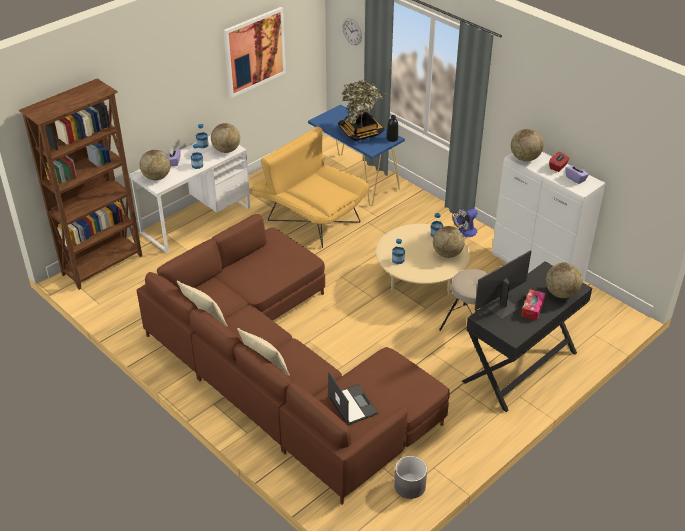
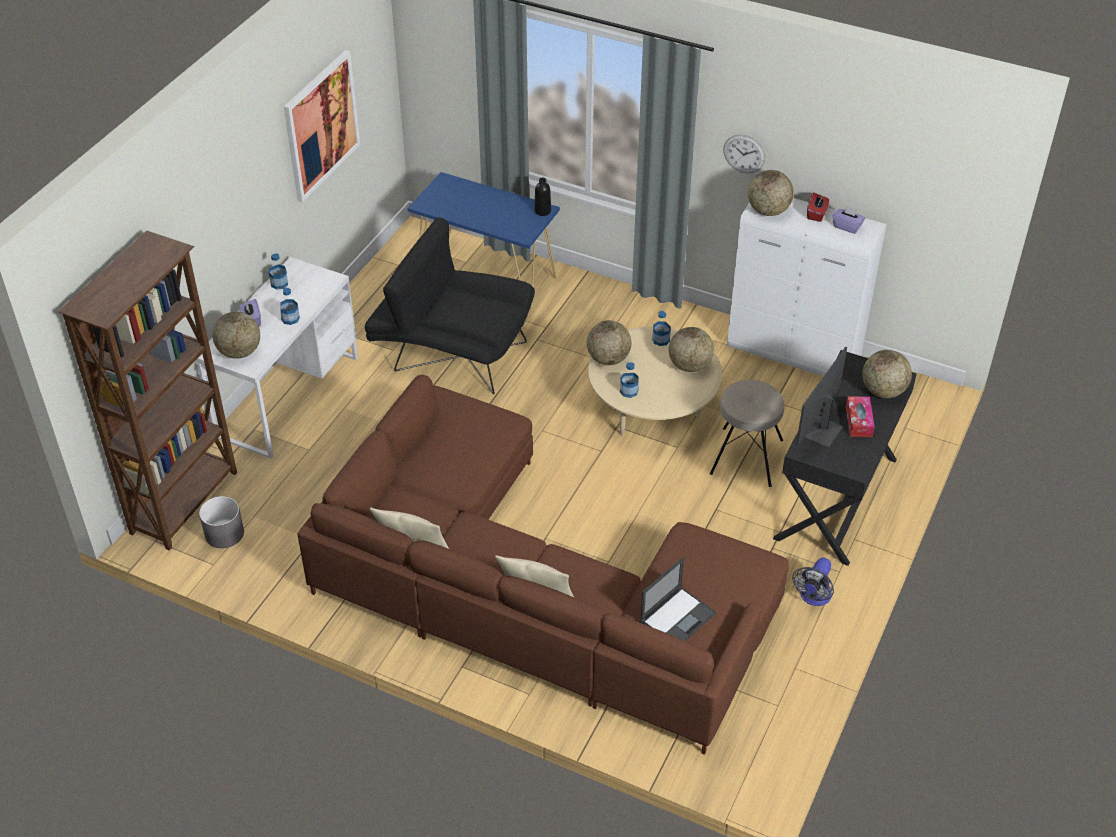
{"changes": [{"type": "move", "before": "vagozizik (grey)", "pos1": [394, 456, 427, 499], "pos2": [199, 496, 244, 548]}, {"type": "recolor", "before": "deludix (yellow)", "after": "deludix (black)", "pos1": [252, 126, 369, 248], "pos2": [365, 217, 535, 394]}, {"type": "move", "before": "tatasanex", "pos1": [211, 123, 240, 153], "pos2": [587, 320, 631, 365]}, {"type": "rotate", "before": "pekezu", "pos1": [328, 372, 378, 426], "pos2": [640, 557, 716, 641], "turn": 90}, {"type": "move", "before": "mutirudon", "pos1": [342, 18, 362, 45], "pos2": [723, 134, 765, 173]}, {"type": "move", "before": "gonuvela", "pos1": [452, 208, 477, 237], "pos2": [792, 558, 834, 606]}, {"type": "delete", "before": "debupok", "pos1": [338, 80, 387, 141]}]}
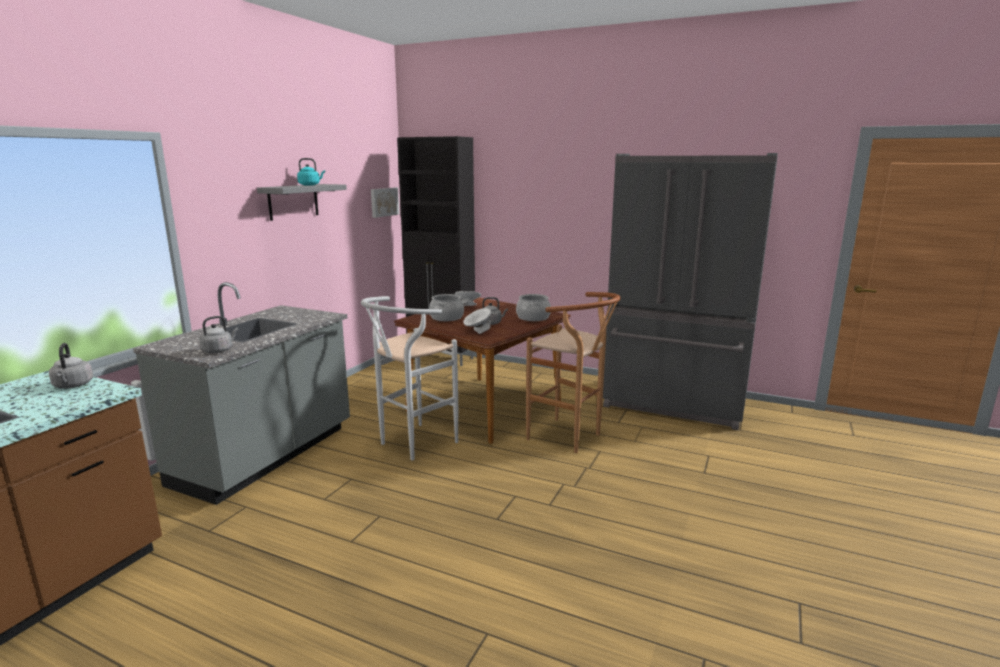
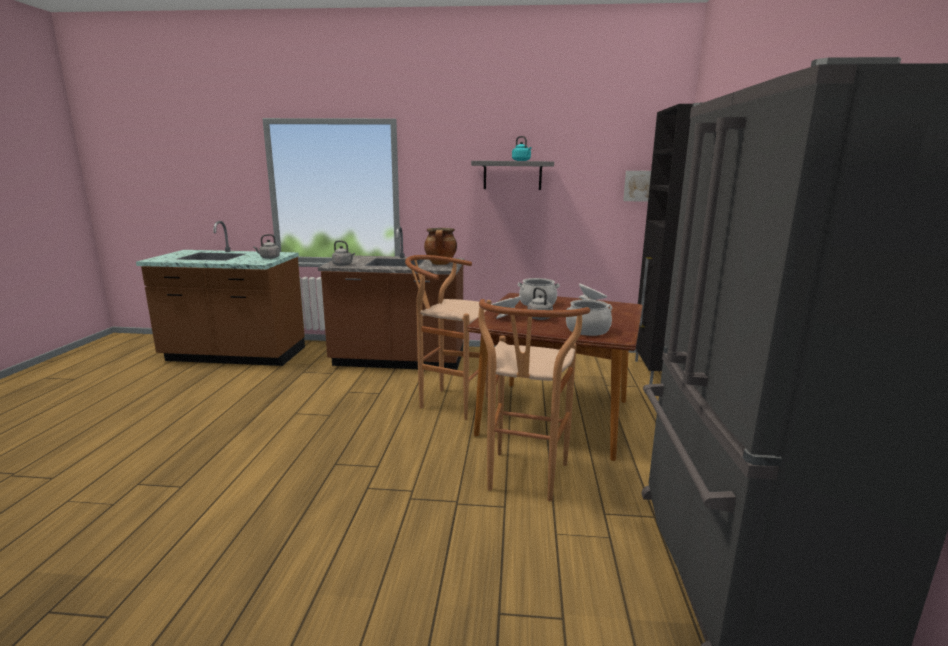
{"changes": [{"type": "recolor", "before": "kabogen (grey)", "after": "kabogen (brown)", "pos1": [133, 282, 350, 505], "pos2": [318, 226, 465, 370]}, {"type": "recolor", "before": "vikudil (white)", "after": "vikudil (brown)", "pos1": [361, 296, 458, 461], "pos2": [405, 255, 492, 420]}, {"type": "insert", "after": "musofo", "pos2": [424, 228, 457, 265]}]}
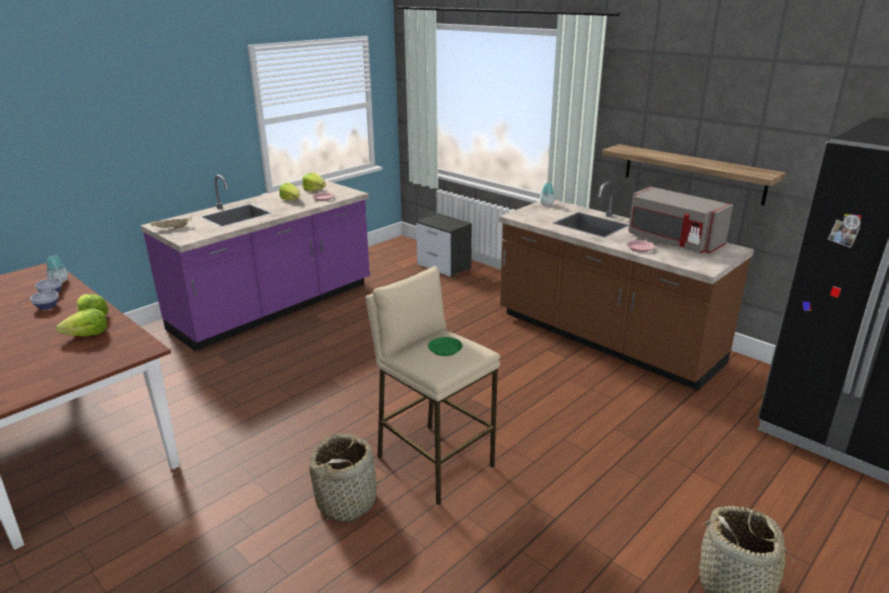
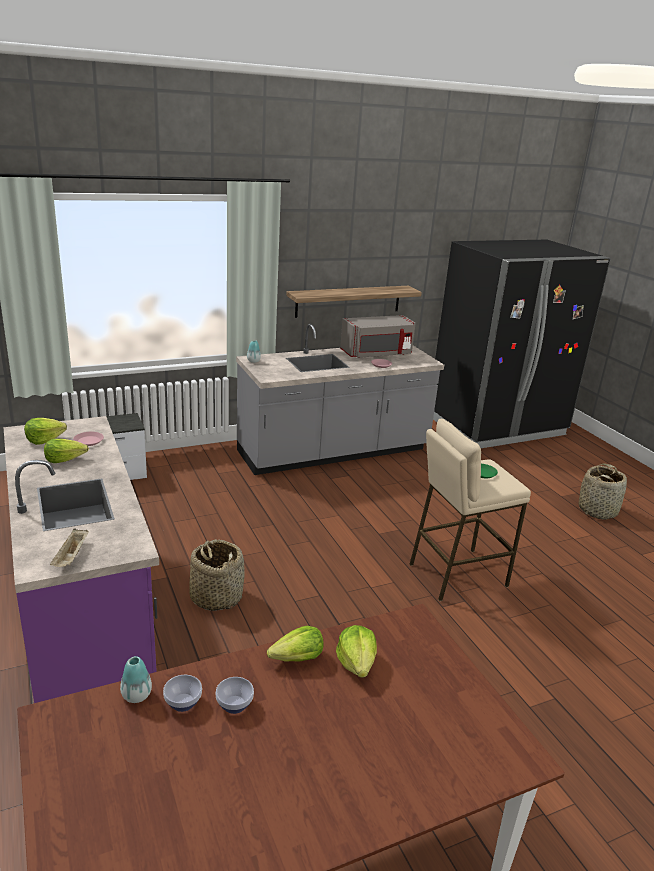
{"changes": [{"type": "move", "before": "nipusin", "pos1": [309, 433, 377, 522], "pos2": [189, 539, 245, 611]}, {"type": "recolor", "before": "kabogen (brown)", "after": "kabogen (grey)", "pos1": [499, 181, 754, 391], "pos2": [236, 324, 444, 475]}]}
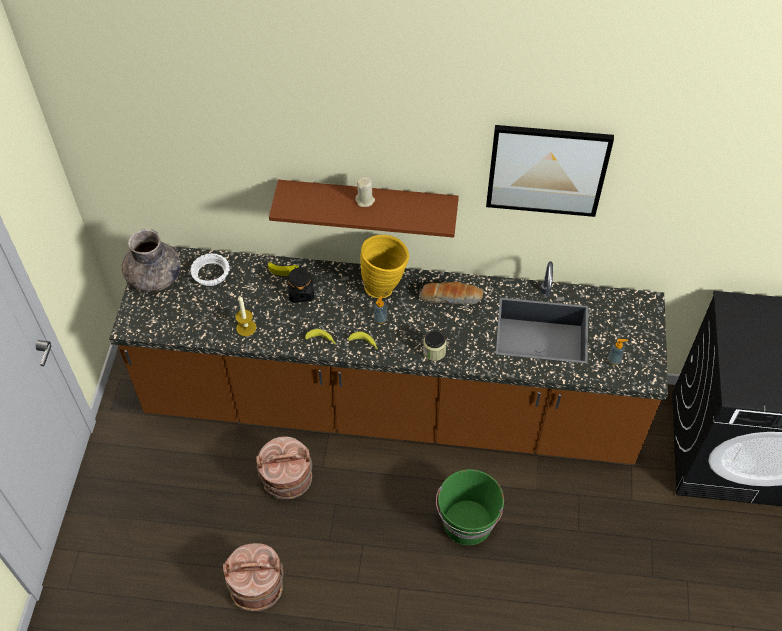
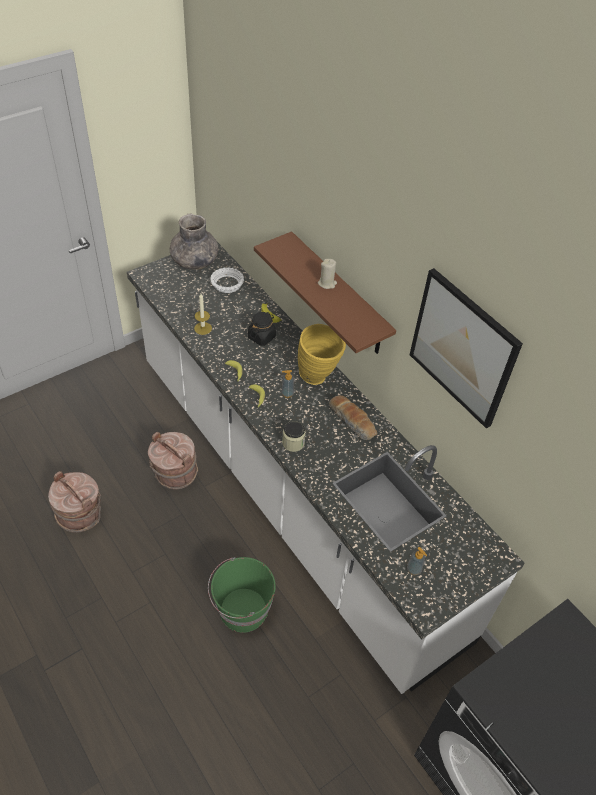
{"changes": [{"type": "recolor", "before": "kabogen (brown)", "after": "kabogen (white)", "pos1": [109, 246, 668, 464], "pos2": [127, 242, 525, 694]}]}
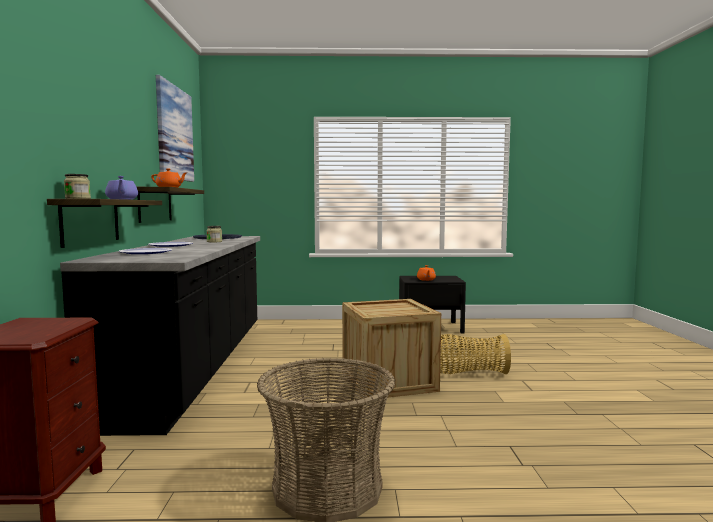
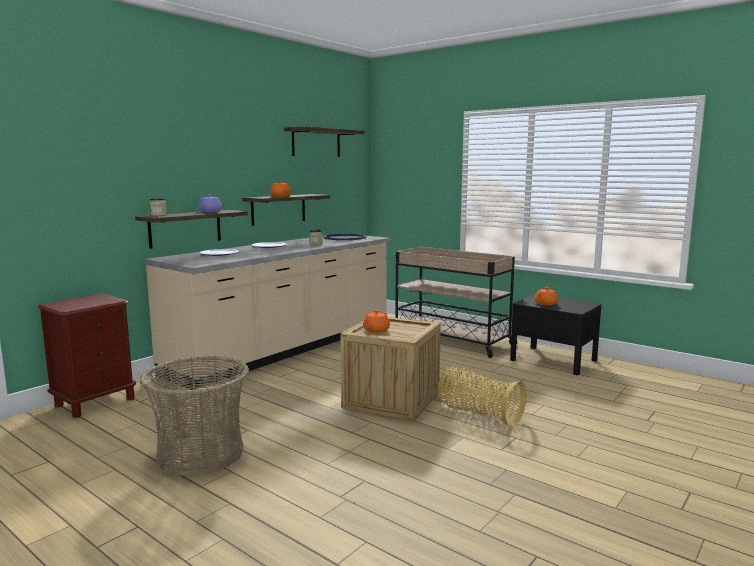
{"changes": [{"type": "recolor", "before": "kabogen (black)", "after": "kabogen (beige)", "pos1": [60, 236, 260, 436], "pos2": [144, 236, 390, 390]}, {"type": "replace", "before": "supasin", "after": "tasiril", "pos1": [156, 75, 194, 182], "pos2": [284, 126, 365, 157]}, {"type": "insert", "after": "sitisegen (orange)", "pos2": [363, 310, 390, 333]}, {"type": "insert", "after": "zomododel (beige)", "pos2": [395, 247, 519, 358]}]}
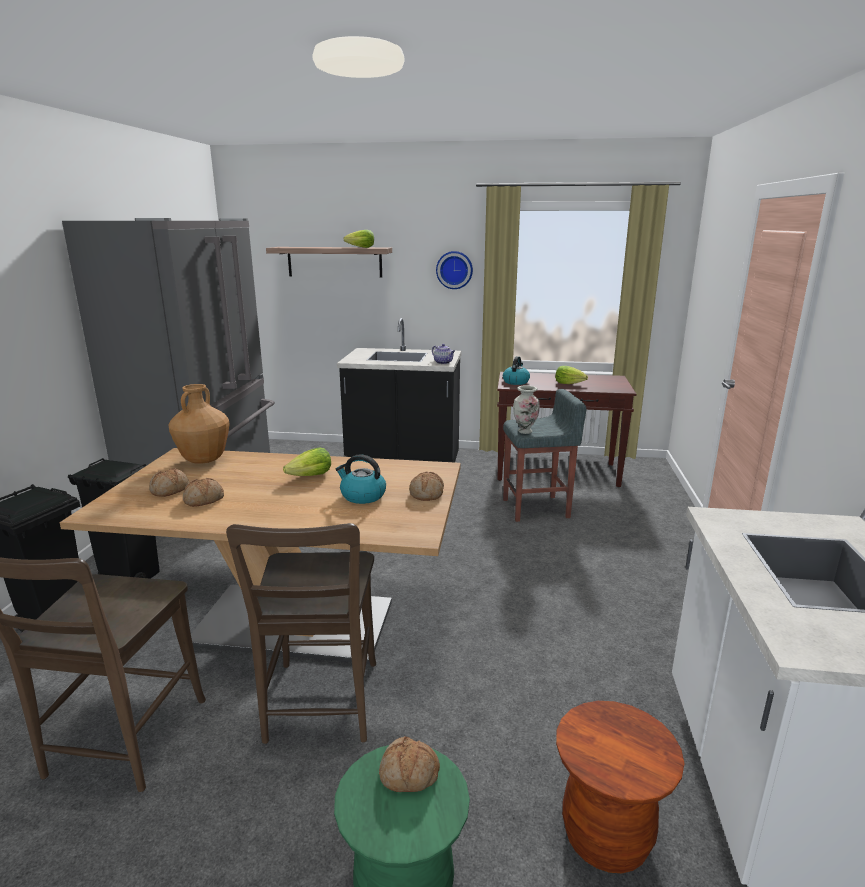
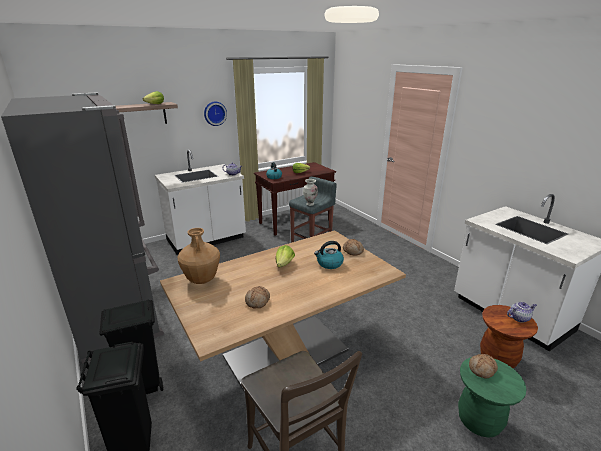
{"changes": [{"type": "recolor", "before": "kabogen (black)", "after": "kabogen (white)", "pos1": [337, 318, 461, 462], "pos2": [155, 150, 246, 255]}, {"type": "insert", "after": "sitisegen", "pos2": [507, 302, 537, 323]}, {"type": "delete", "before": "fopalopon", "pos1": [149, 469, 189, 497]}, {"type": "delete", "before": "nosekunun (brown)", "pos1": [226, 523, 376, 744]}]}
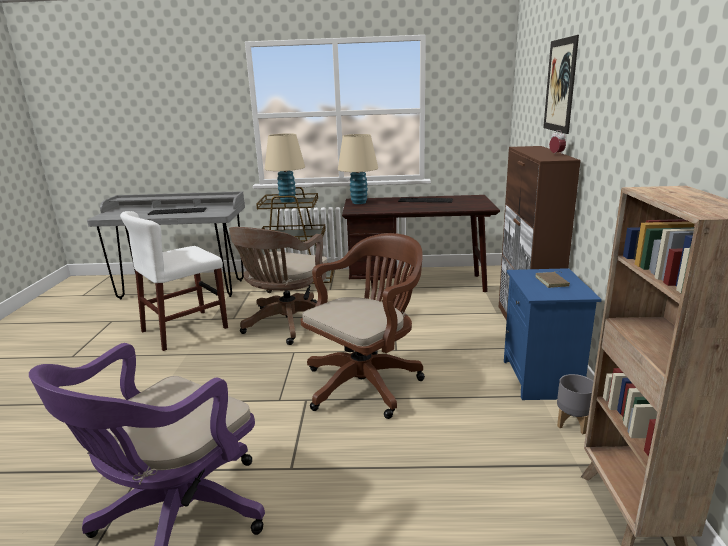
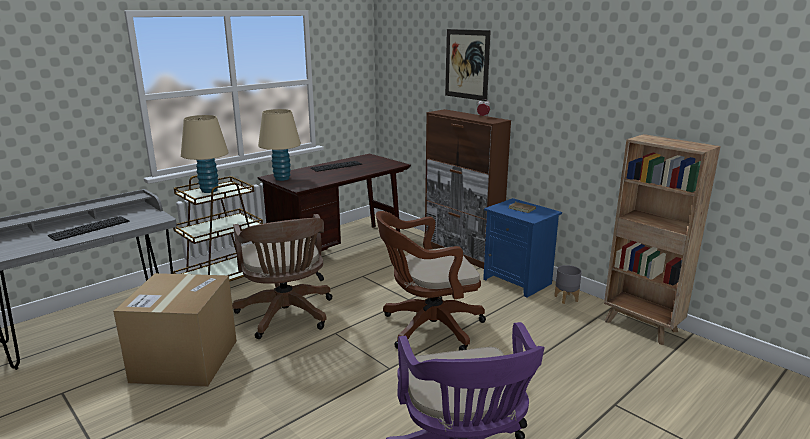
{"changes": [{"type": "replace", "before": "nosekunun (white)", "after": "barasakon", "pos1": [120, 211, 228, 351], "pos2": [113, 273, 237, 387]}, {"type": "rotate", "before": "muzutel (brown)", "pos1": [301, 233, 425, 419], "pos2": [376, 211, 486, 350], "turn": -105}]}
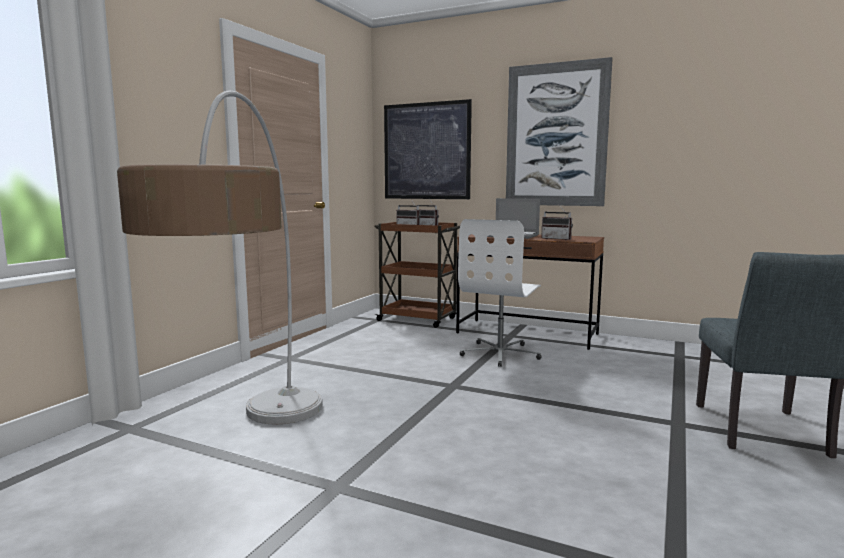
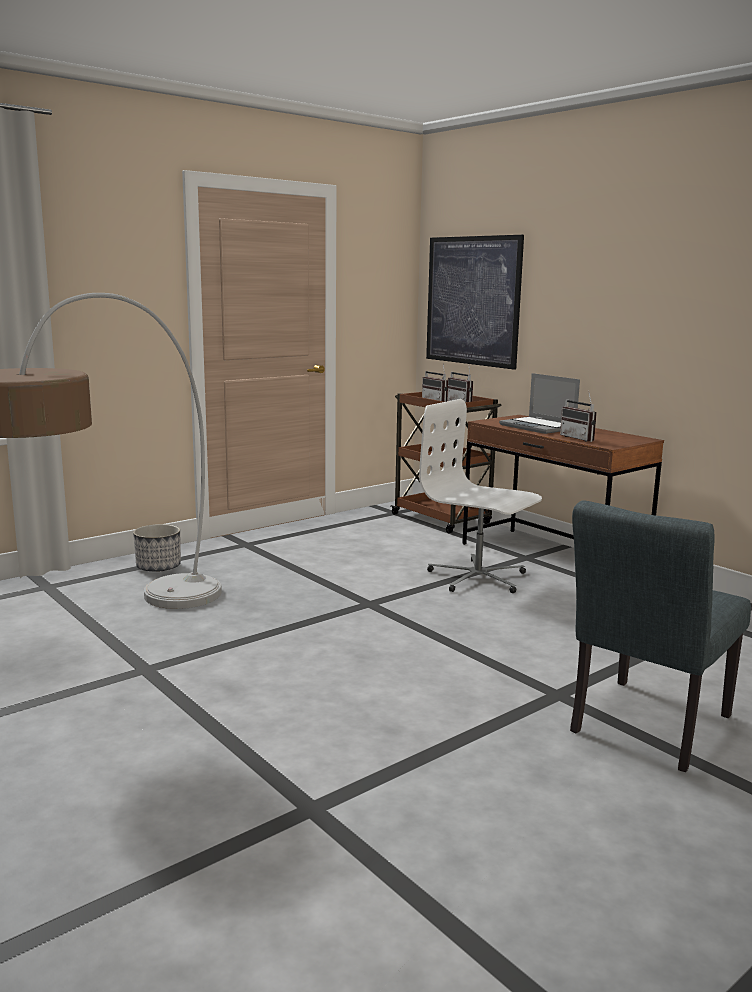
{"changes": [{"type": "insert", "after": "vagozizik", "pos2": [133, 524, 181, 572]}, {"type": "rotate", "before": "muzutel (white)", "pos1": [458, 219, 541, 367], "pos2": [419, 399, 542, 593], "turn": 75}, {"type": "delete", "before": "supasin", "pos1": [506, 57, 613, 206]}]}
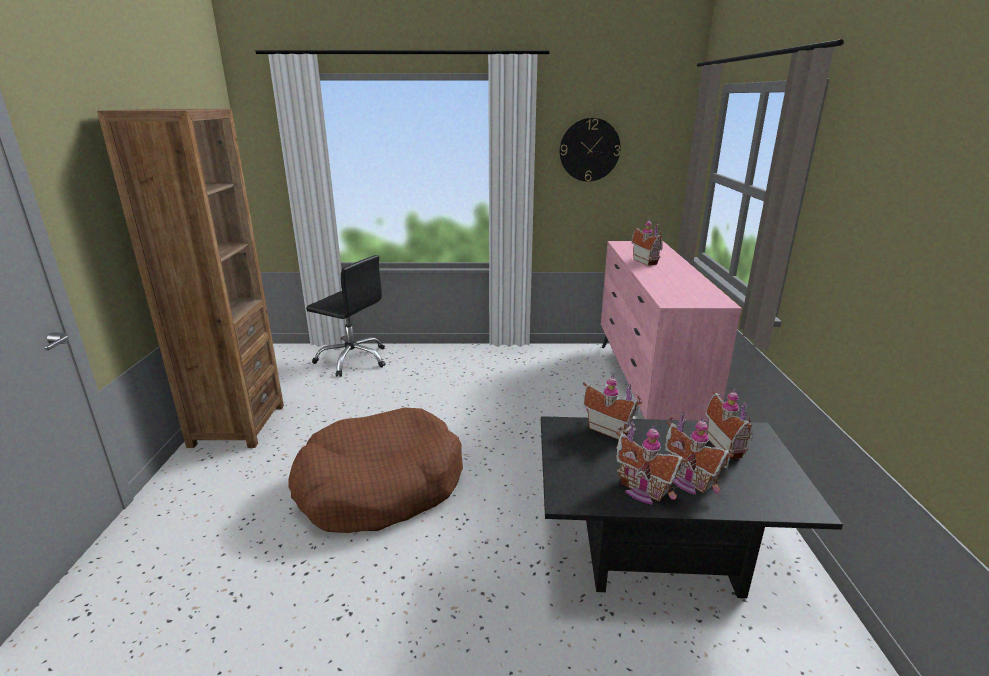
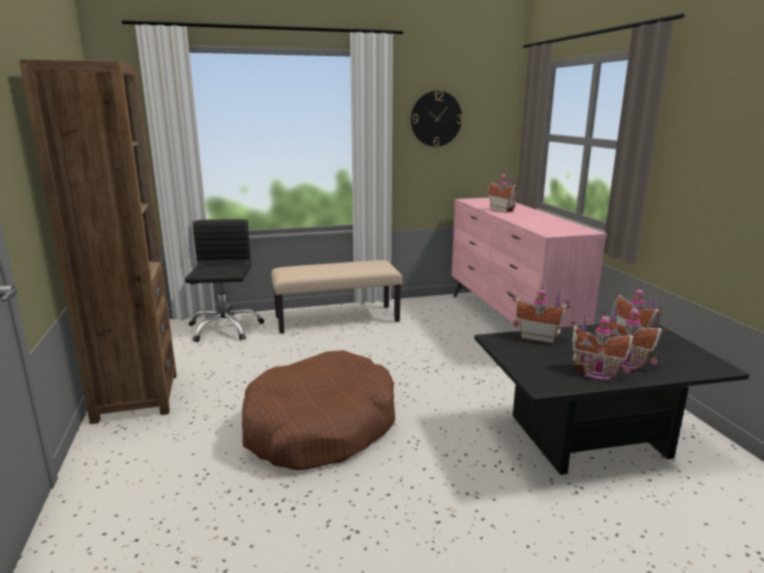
{"changes": [{"type": "rotate", "before": "muzutel (black)", "pos1": [306, 255, 386, 377], "pos2": [185, 219, 264, 342], "turn": -105}, {"type": "insert", "after": "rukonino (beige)", "pos2": [271, 260, 402, 334]}]}
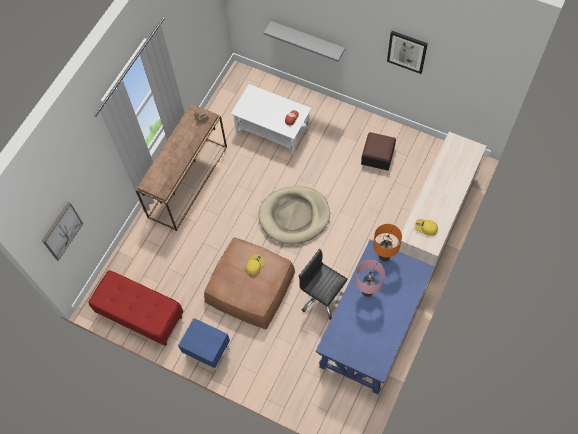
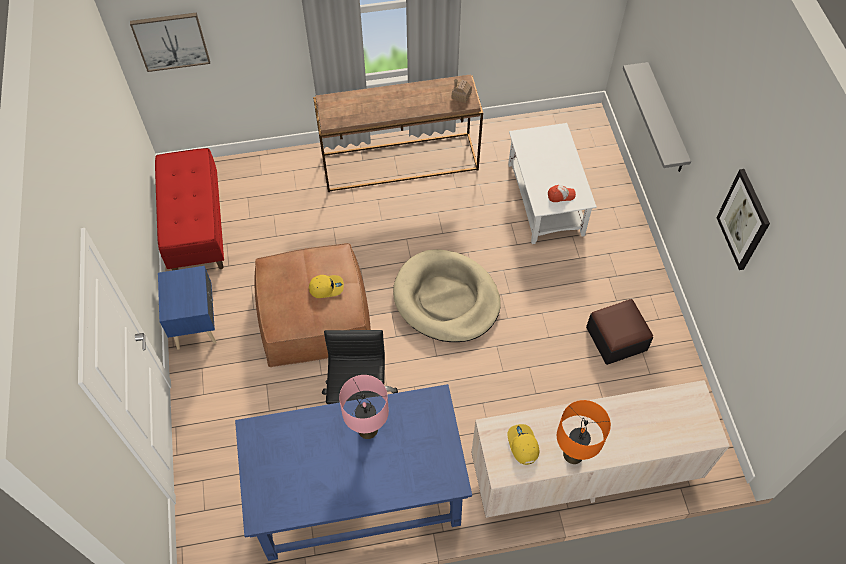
{"changes": [{"type": "move", "before": "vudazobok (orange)", "pos1": [373, 224, 402, 262], "pos2": [557, 400, 611, 464]}]}
